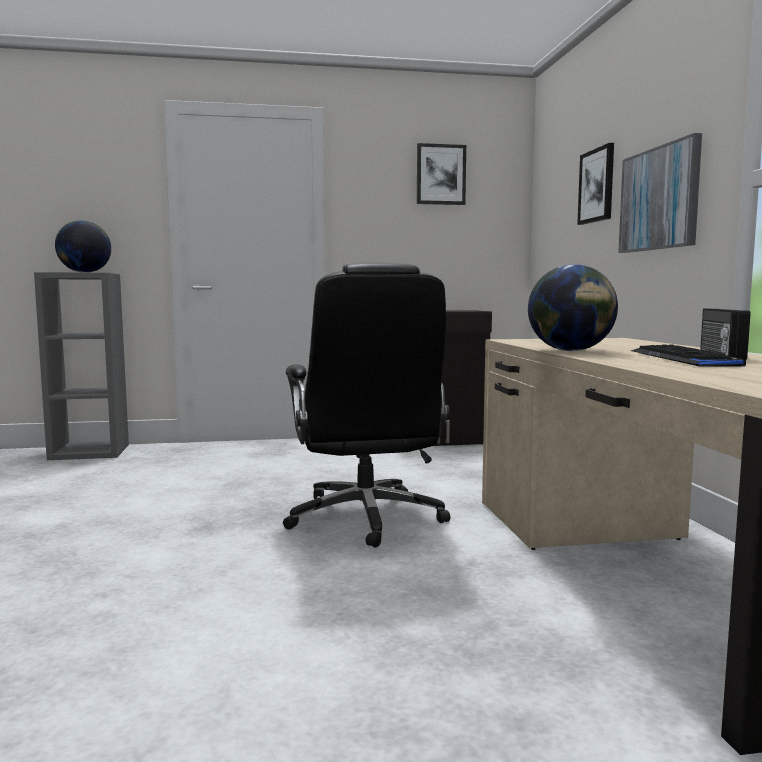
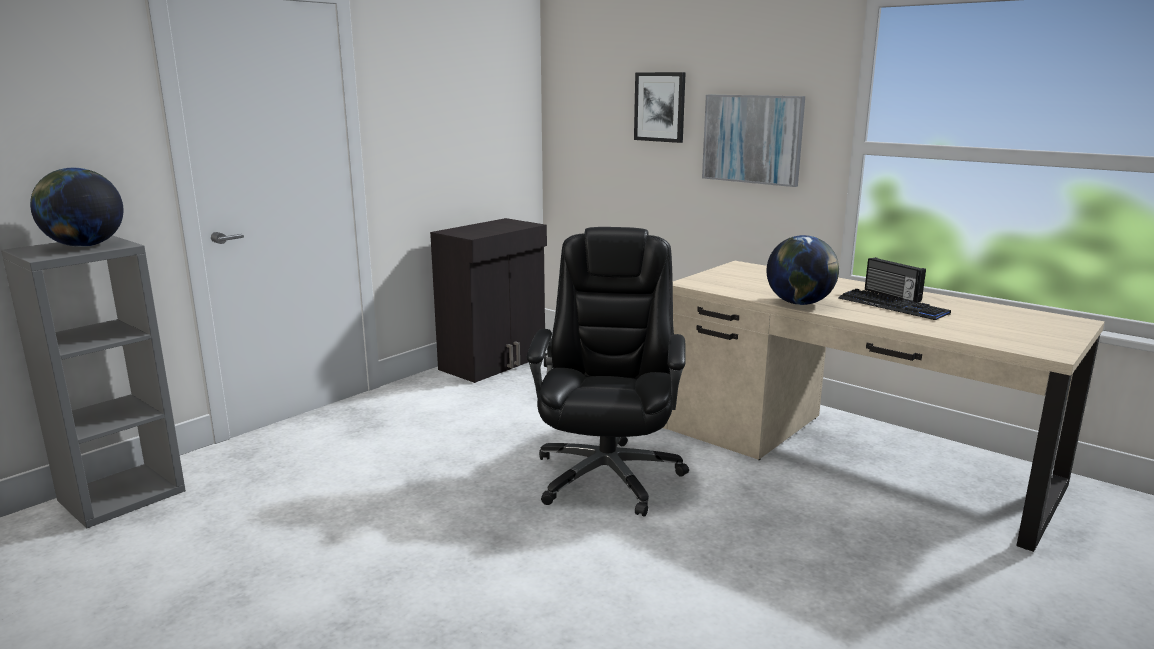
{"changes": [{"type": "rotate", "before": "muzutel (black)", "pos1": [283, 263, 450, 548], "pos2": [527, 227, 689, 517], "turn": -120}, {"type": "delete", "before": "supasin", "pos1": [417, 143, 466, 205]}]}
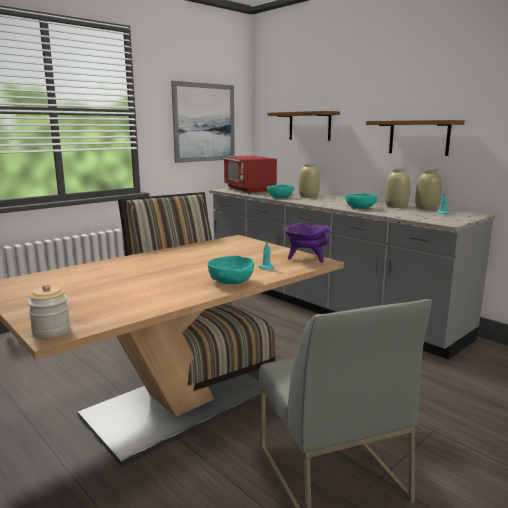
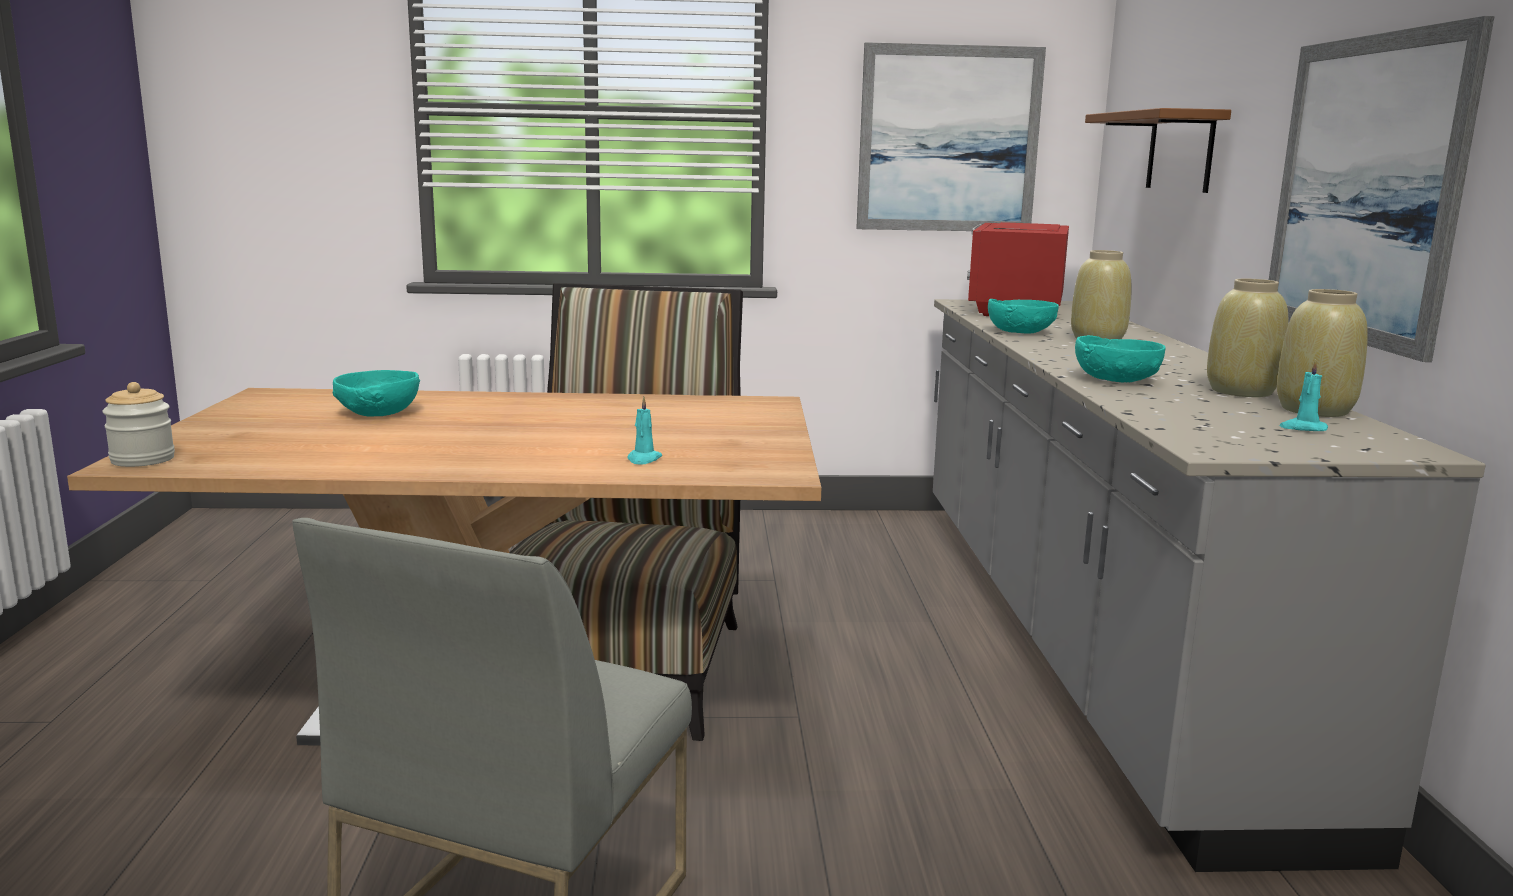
{"changes": [{"type": "move", "before": "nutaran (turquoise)", "pos1": [208, 256, 254, 284], "pos2": [333, 370, 420, 416]}, {"type": "replace", "before": "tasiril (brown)", "after": "supasin", "pos1": [366, 120, 465, 156], "pos2": [1269, 16, 1495, 362]}, {"type": "delete", "before": "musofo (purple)", "pos1": [283, 222, 330, 263]}]}
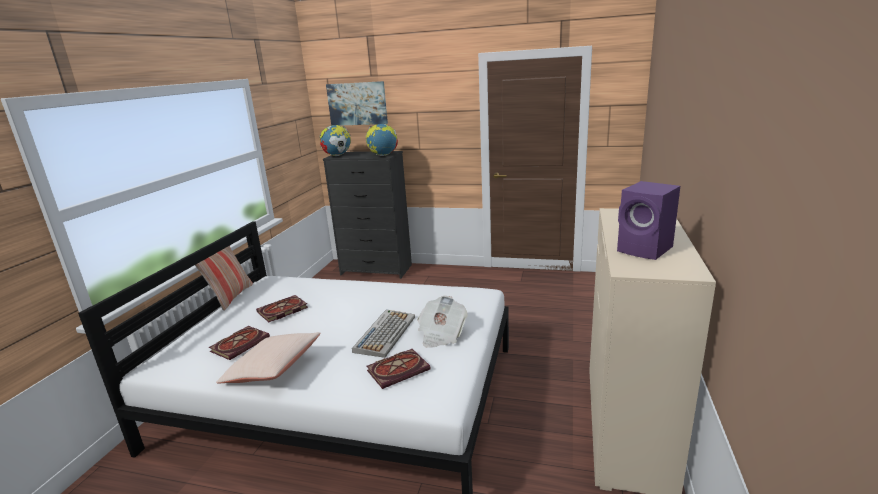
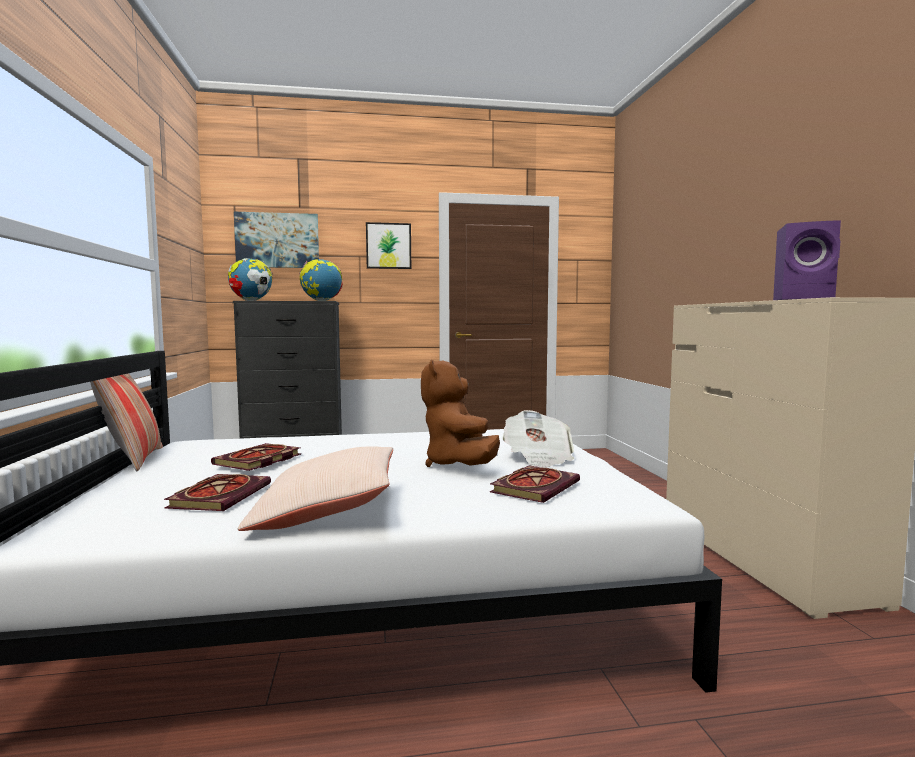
{"changes": [{"type": "insert", "after": "supasin", "pos2": [366, 222, 411, 269]}, {"type": "replace", "before": "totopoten", "after": "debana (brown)", "pos1": [352, 309, 415, 358], "pos2": [421, 360, 500, 467]}]}
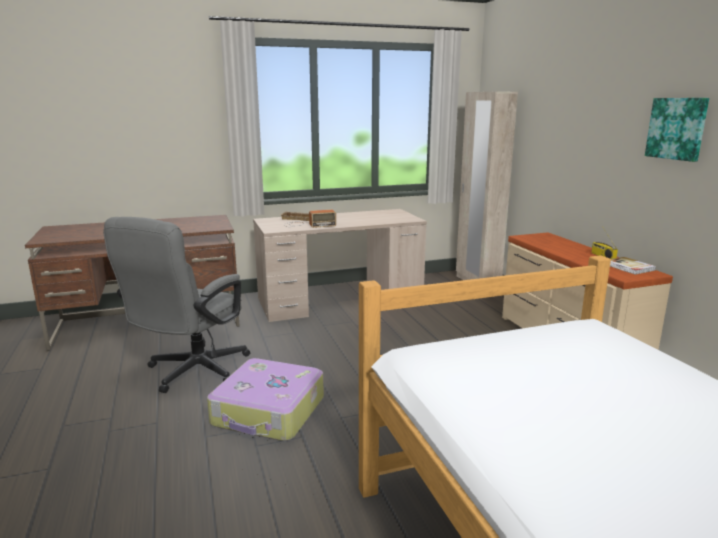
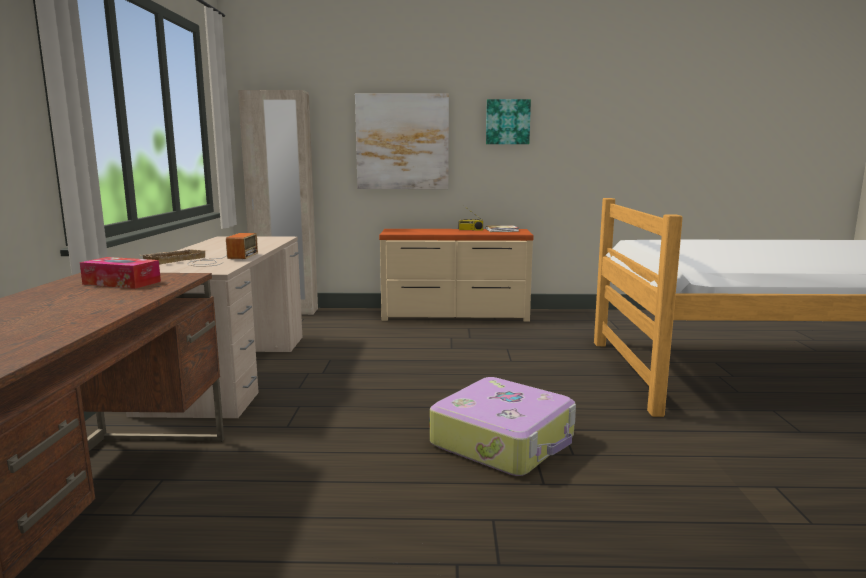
{"changes": [{"type": "insert", "after": "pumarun", "pos2": [80, 257, 161, 289]}, {"type": "insert", "after": "supasin", "pos2": [355, 93, 449, 189]}, {"type": "delete", "before": "muzutel (grey)", "pos1": [103, 217, 250, 393]}]}
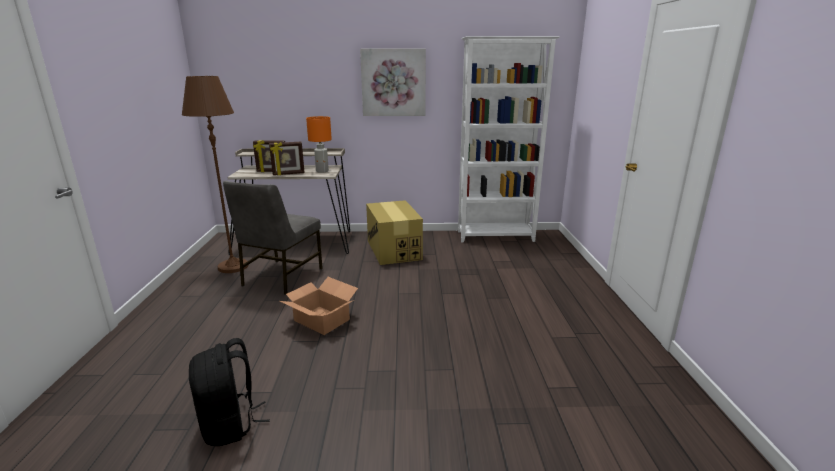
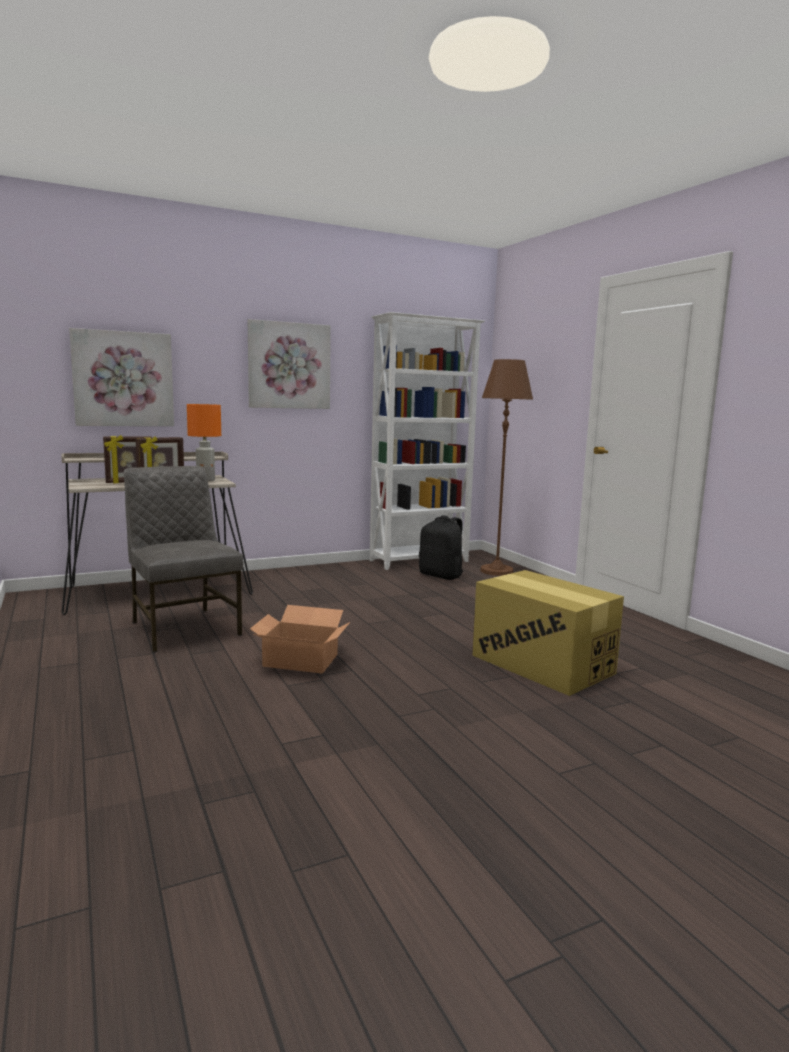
{"changes": [{"type": "insert", "after": "supasin", "pos2": [69, 328, 174, 426]}, {"type": "rotate", "before": "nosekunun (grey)", "pos1": [223, 181, 323, 295], "pos2": [124, 466, 243, 652], "turn": 150}, {"type": "move", "before": "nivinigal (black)", "pos1": [189, 338, 270, 446], "pos2": [419, 515, 464, 580]}, {"type": "move", "before": "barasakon", "pos1": [366, 200, 423, 265], "pos2": [472, 570, 624, 696]}, {"type": "move", "before": "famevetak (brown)", "pos1": [182, 76, 248, 273], "pos2": [481, 359, 533, 576]}]}
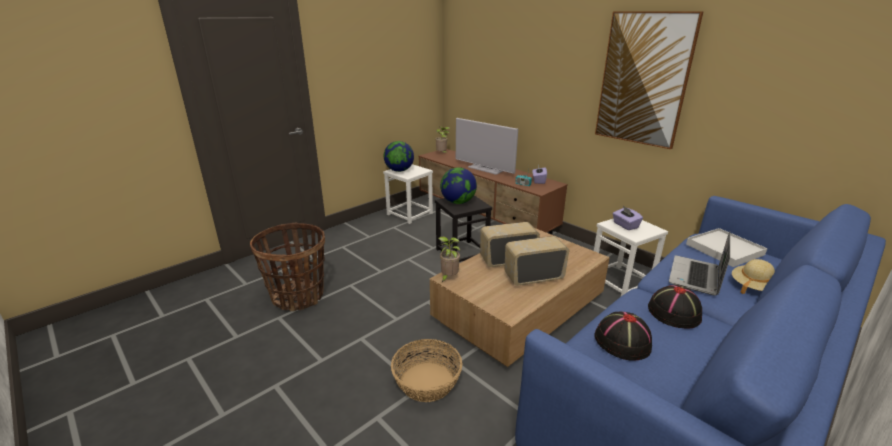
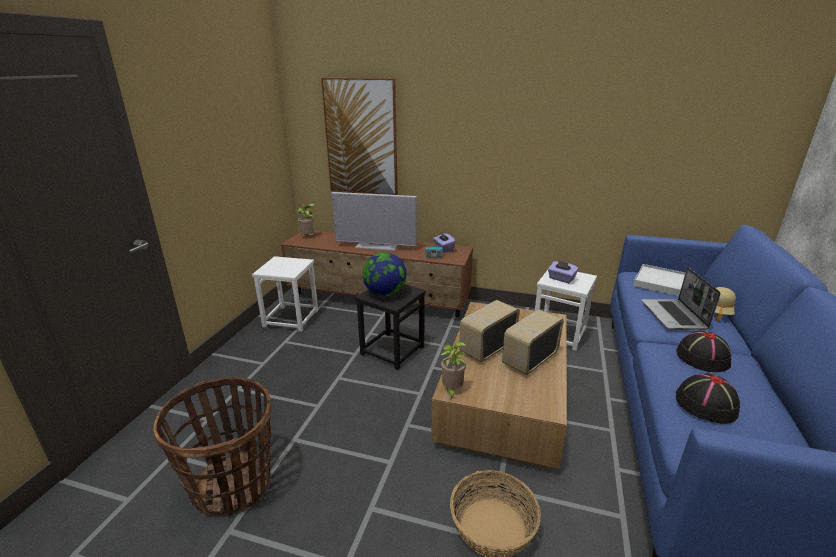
{"changes": [{"type": "move", "before": "supasin", "pos1": [595, 11, 704, 149], "pos2": [321, 78, 398, 195]}, {"type": "delete", "before": "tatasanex", "pos1": [384, 141, 414, 172]}]}
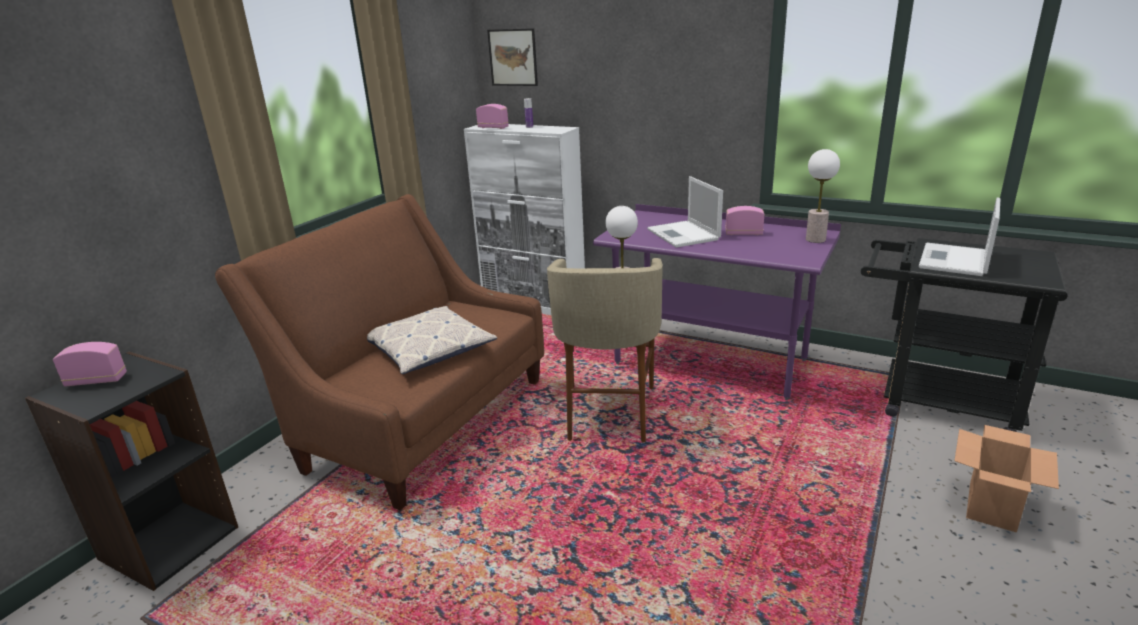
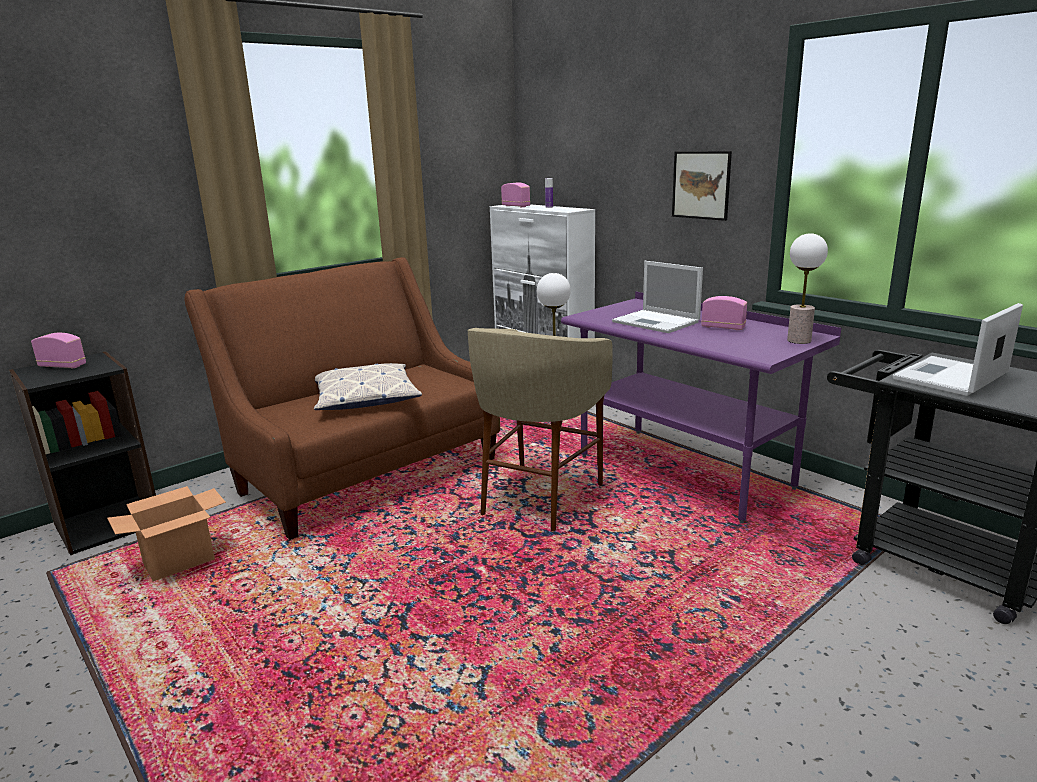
{"changes": [{"type": "move", "before": "barasakon", "pos1": [954, 425, 1059, 532], "pos2": [107, 486, 226, 581]}, {"type": "rotate", "before": "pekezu", "pos1": [647, 176, 723, 248], "pos2": [612, 261, 703, 333], "turn": -45}, {"type": "move", "before": "supasin", "pos1": [487, 28, 538, 86], "pos2": [672, 151, 732, 221]}]}
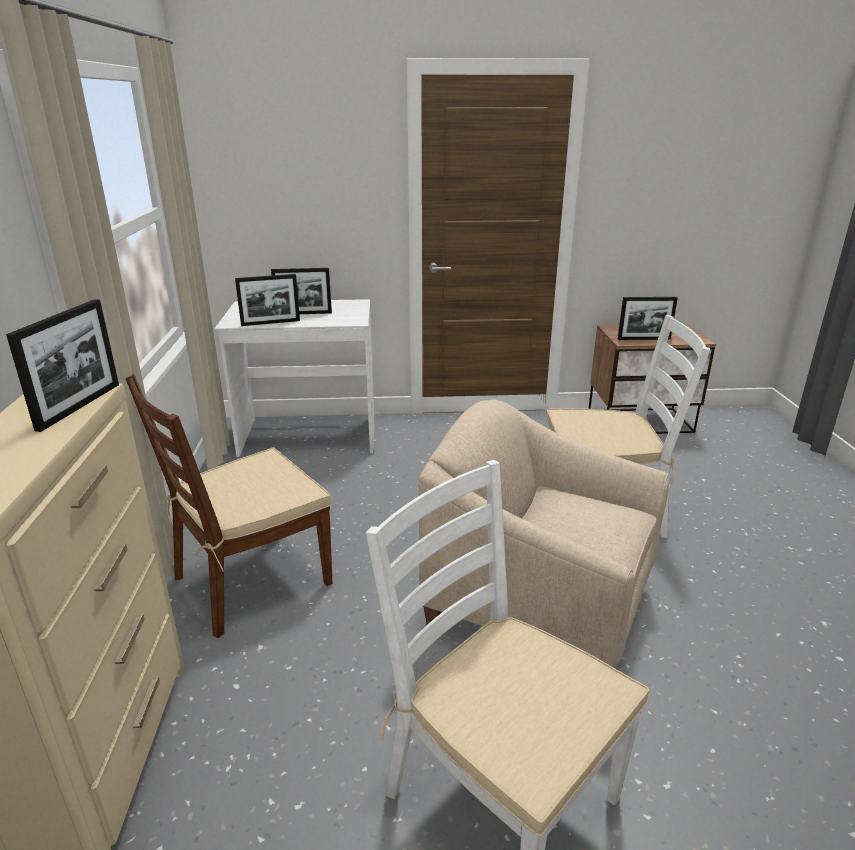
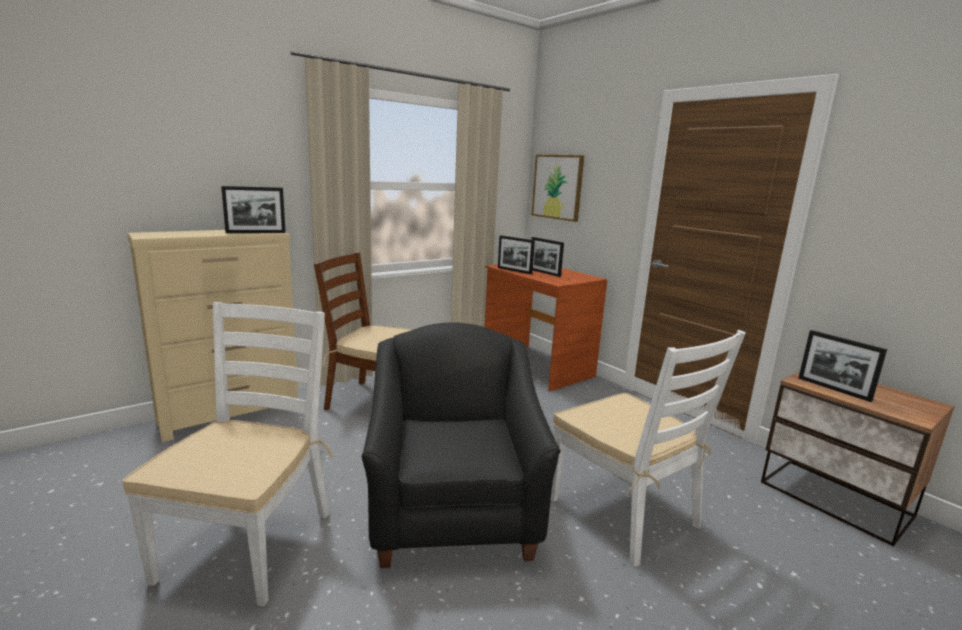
{"changes": [{"type": "recolor", "before": "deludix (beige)", "after": "deludix (black)", "pos1": [419, 399, 669, 668], "pos2": [362, 322, 561, 568]}, {"type": "recolor", "before": "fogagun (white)", "after": "fogagun (brown)", "pos1": [214, 299, 374, 457], "pos2": [485, 264, 607, 391]}, {"type": "insert", "after": "supasin", "pos2": [532, 155, 584, 222]}]}
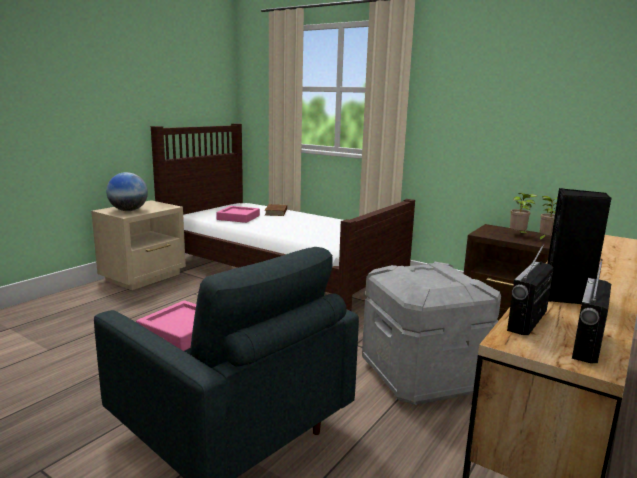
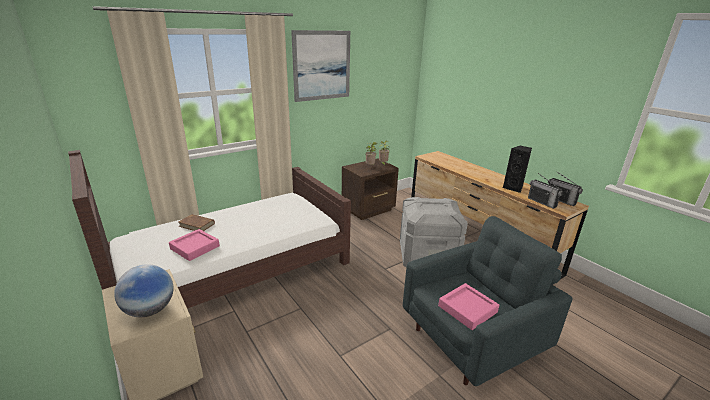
{"changes": [{"type": "insert", "after": "supasin", "pos2": [291, 30, 350, 102]}]}
